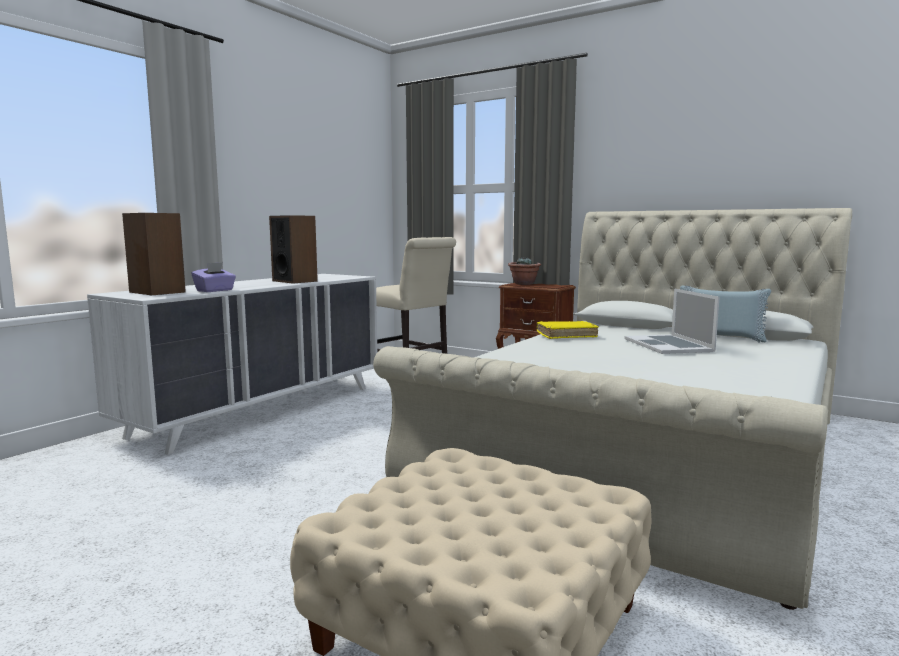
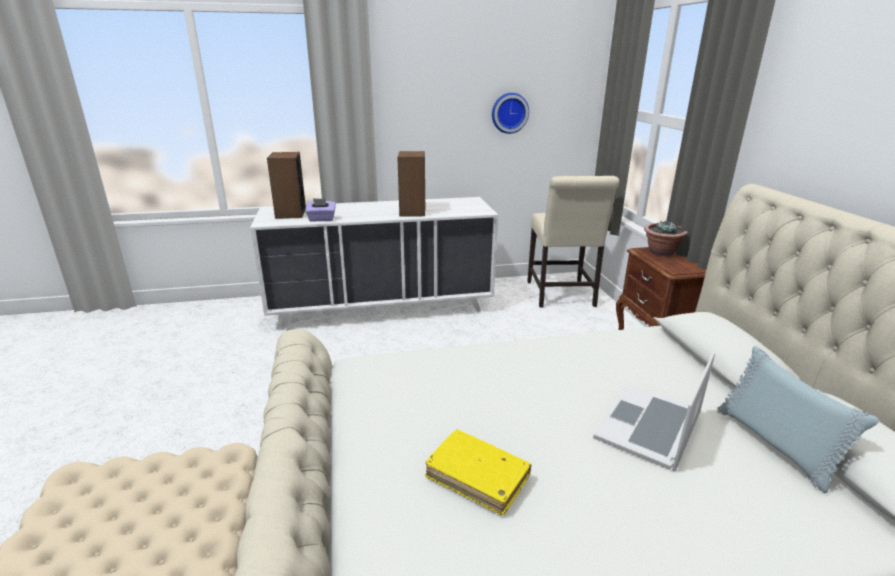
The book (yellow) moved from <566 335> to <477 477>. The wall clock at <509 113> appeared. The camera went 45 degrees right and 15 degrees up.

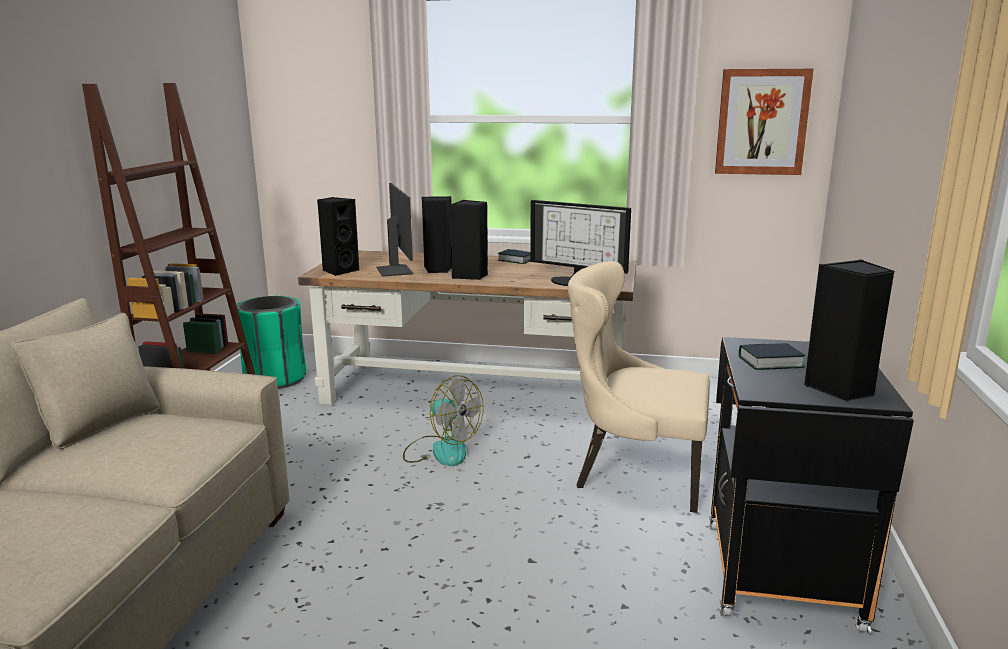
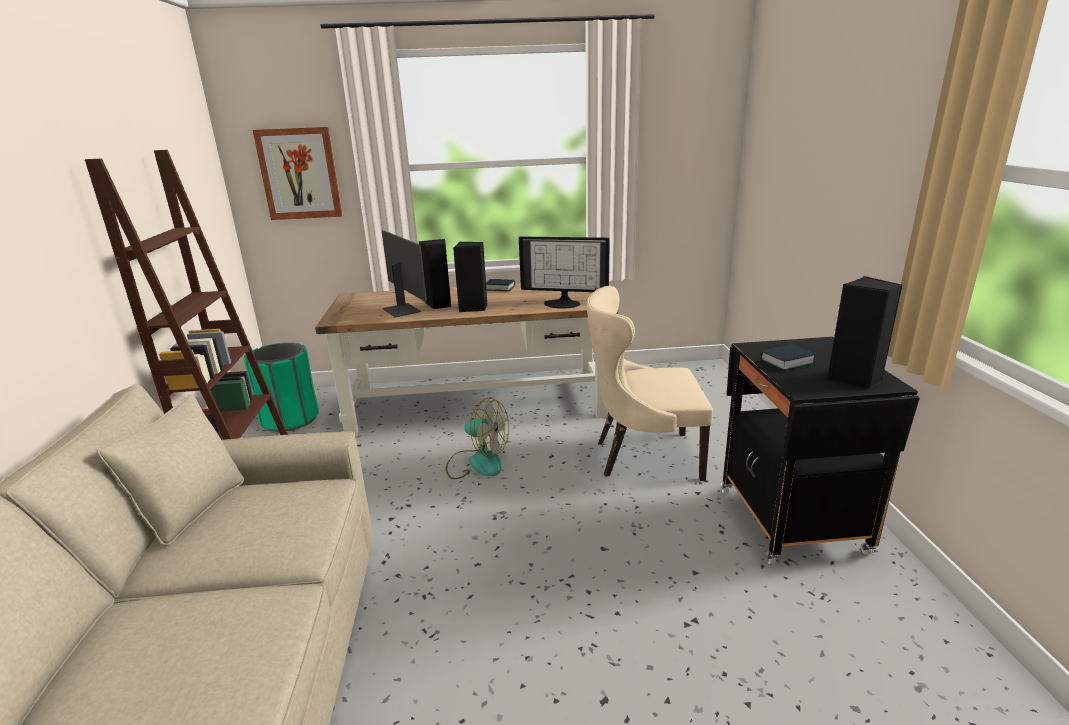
The picture moved from <762 122> to <299 174>. The speaker (black) at <339 271> disappeared. The camera went 15 degrees left and 5 degrees up.

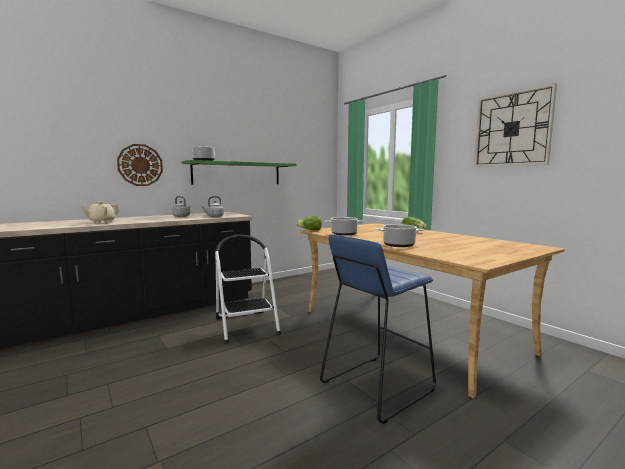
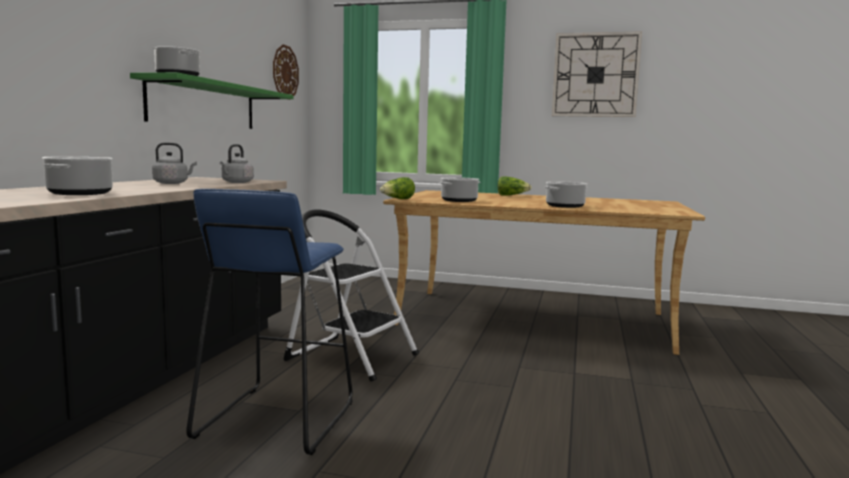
The teapot (beige) at <101 222> was replaced by the cooking pot at <80 193>. The stool (blue) moved from <376 386> to <275 419>. The wall clock moved from <140 165> to <285 72>. The camera went 40 degrees left and 0 degrees up.

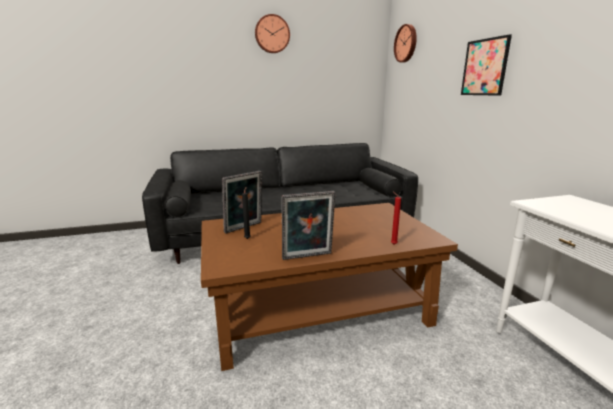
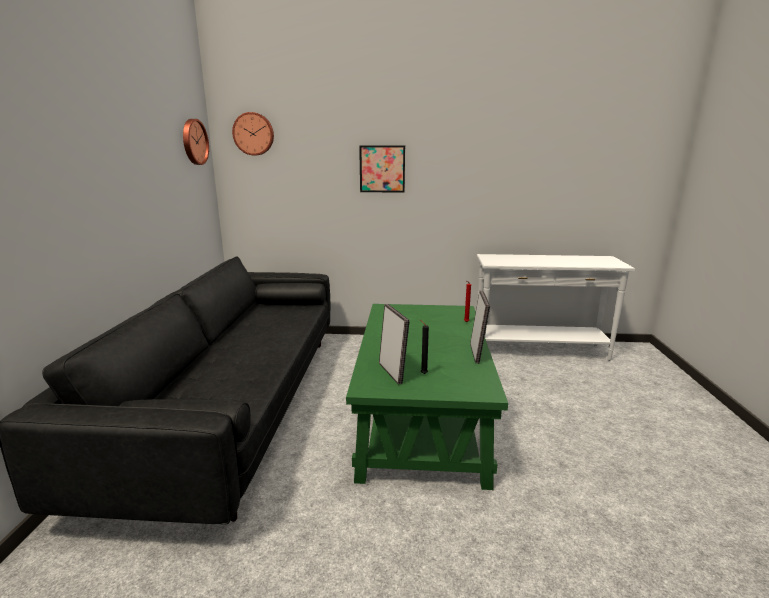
The wall clock moved from <272 34> to <194 142>. The coffee table (brown) at <318 307> became the coffee table (green) at <421 417>. The camera went 70 degrees left and 0 degrees up.

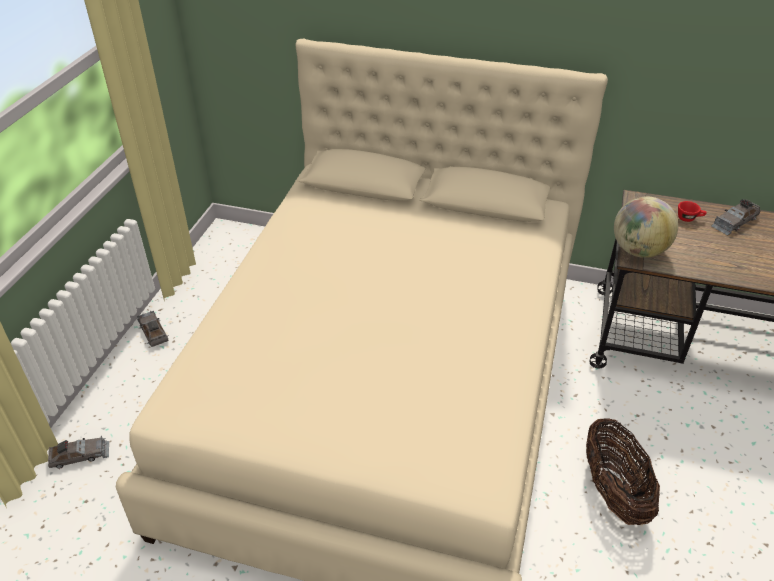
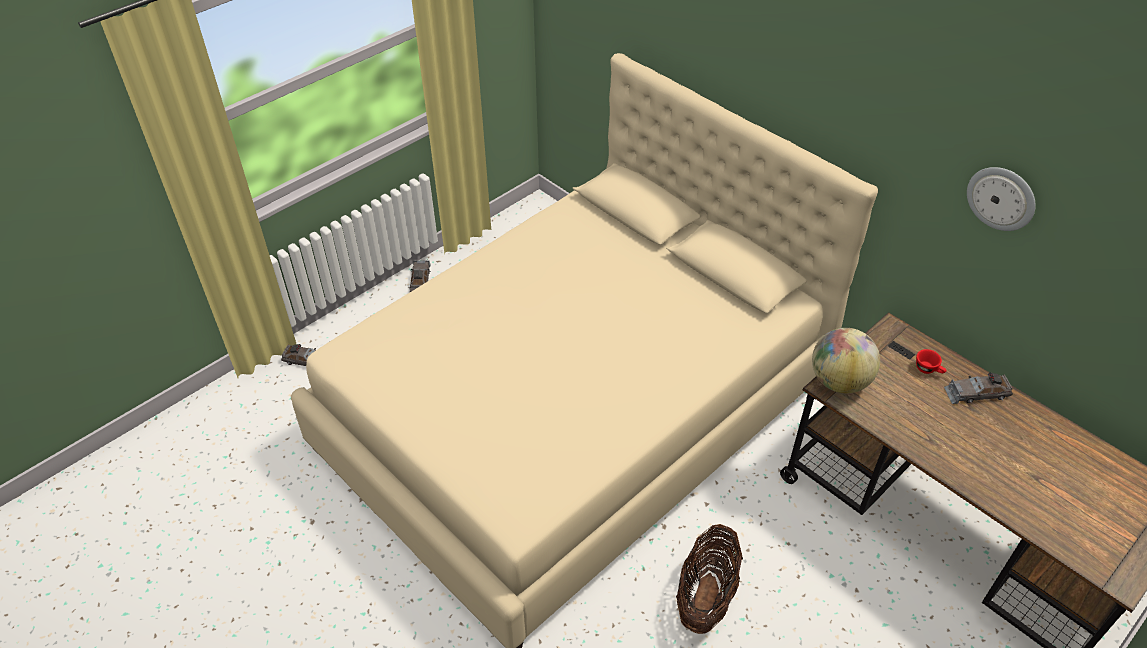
The wall clock at <1001 198> appeared. The camera went 30 degrees right and 5 degrees up.

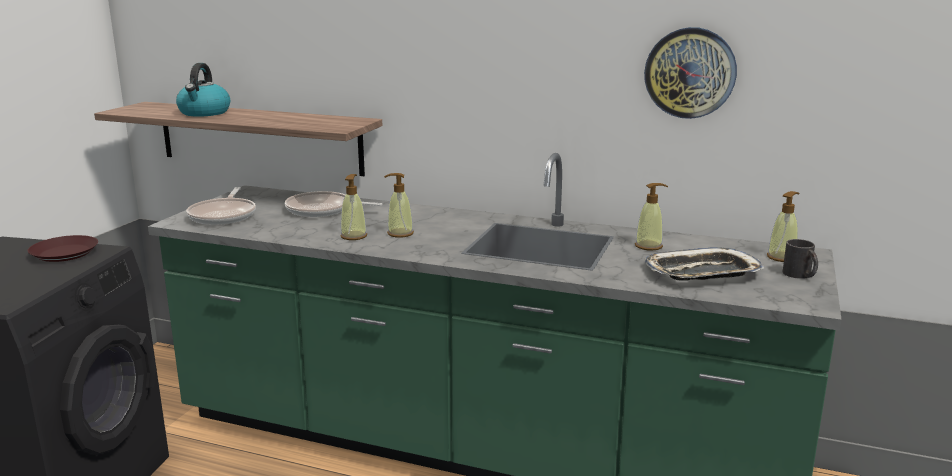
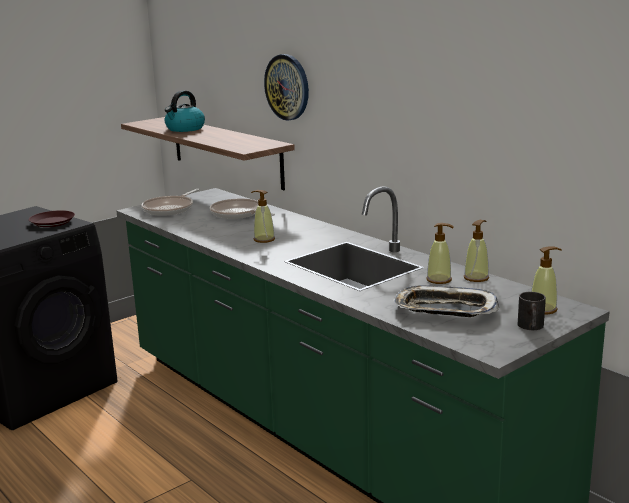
The wall clock moved from <690 73> to <287 87>. The soap dispenser moved from <354 236> to <476 278>. The camera went 30 degrees right and 0 degrees up.

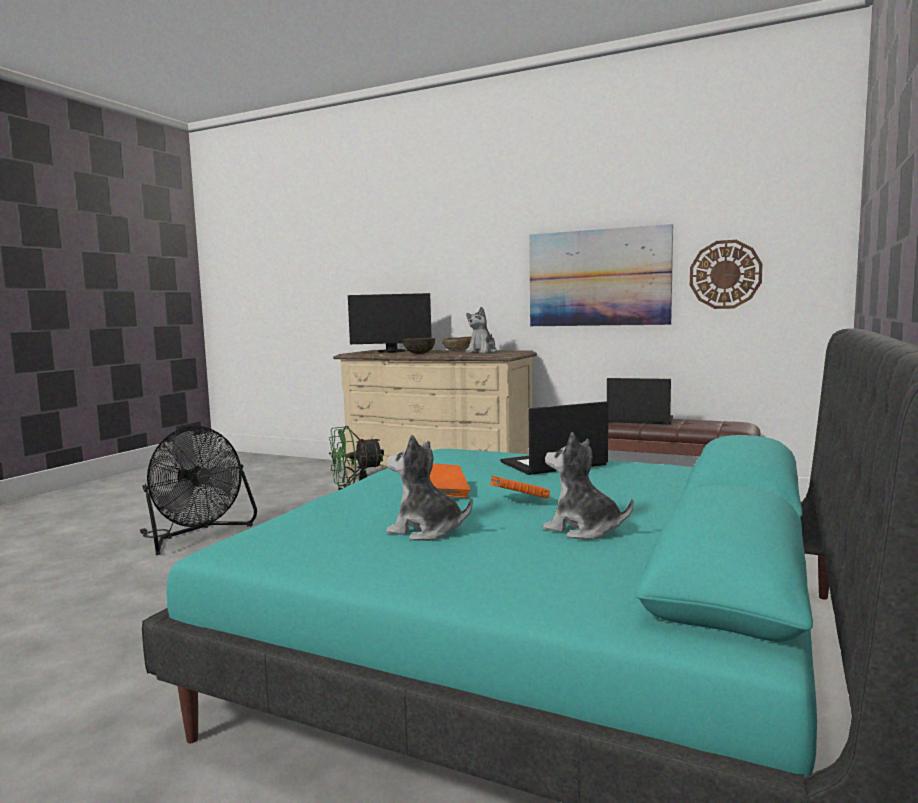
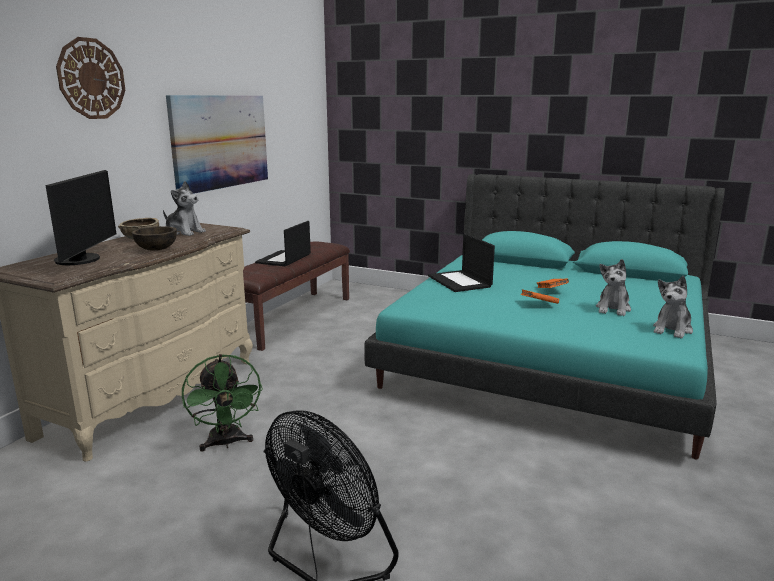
The wall clock moved from <725 274> to <91 79>. The plush toy moved from <583 530> to <672 330>. The camera went 90 degrees left and 10 degrees up.

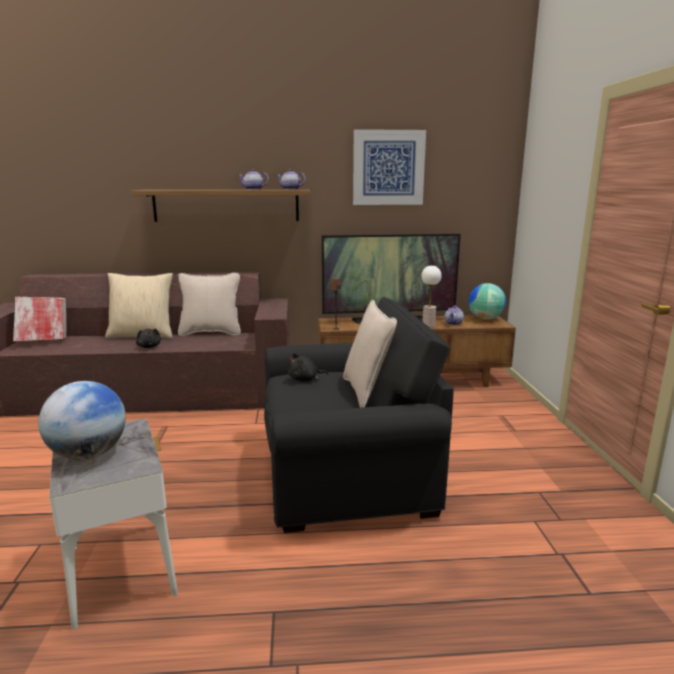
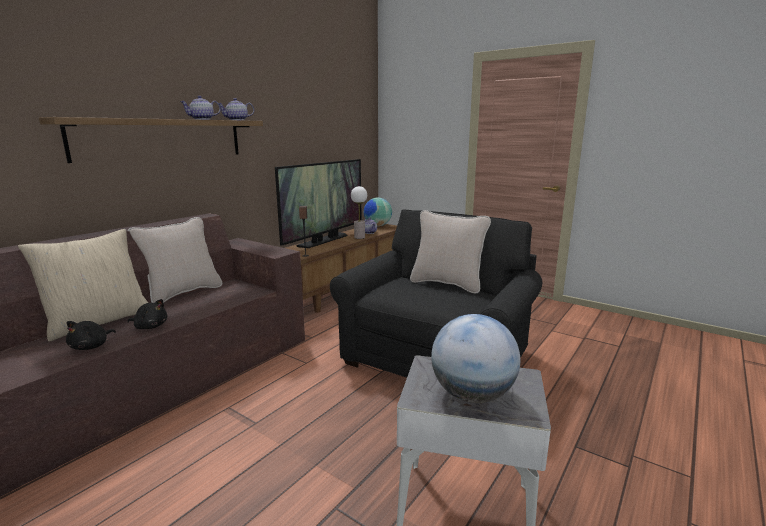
The plush toy (black) moved from <305 379> to <91 346>. The picture at <388 168> disappeared. The camera went 50 degrees left and 0 degrees up.

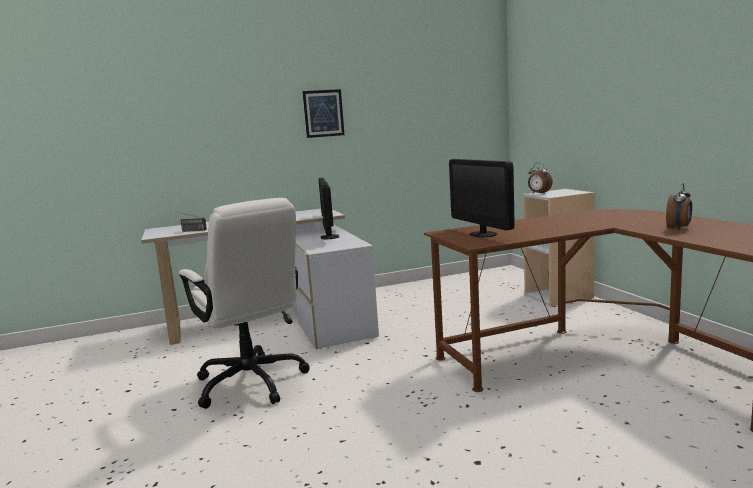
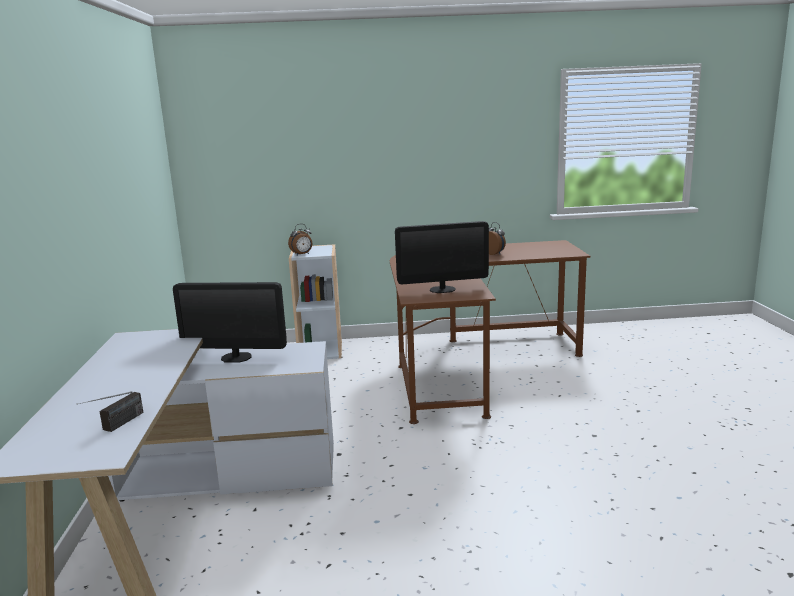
The office chair (white) at <253 385> disappeared. The picture at <323 113> disappeared. The camera went 75 degrees left and 5 degrees up.

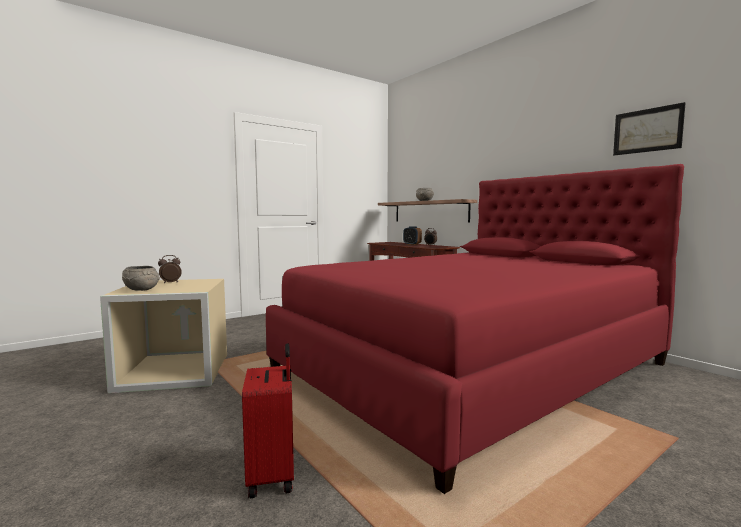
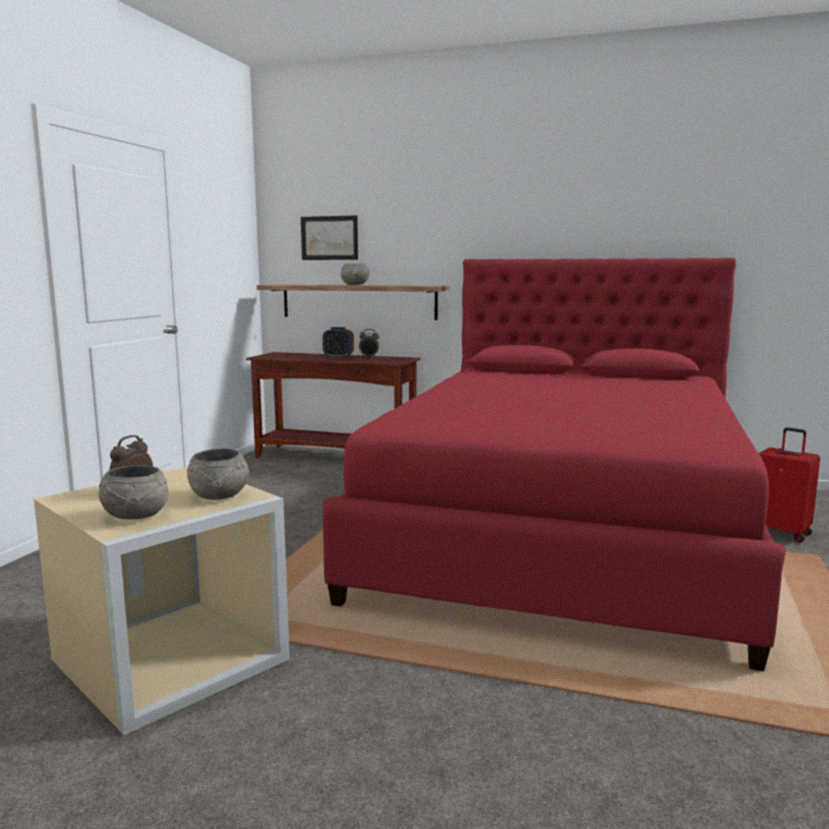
The bowl (grey) at <220 495> appeared. The picture moved from <647 130> to <329 238>. The suitcase (red) moved from <273 476> to <781 532>. The camera went 35 degrees left and 5 degrees up.

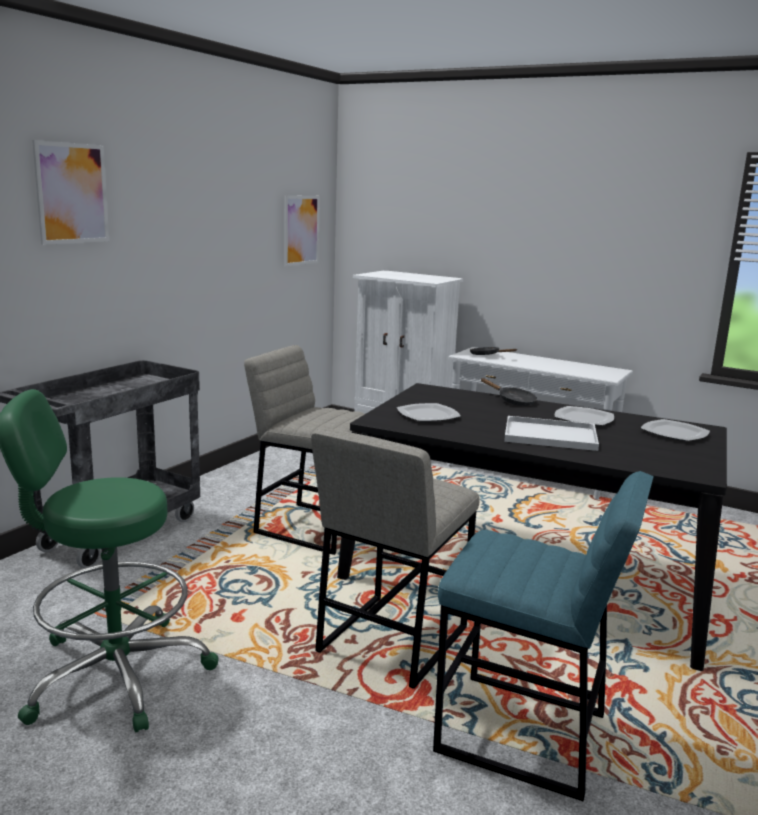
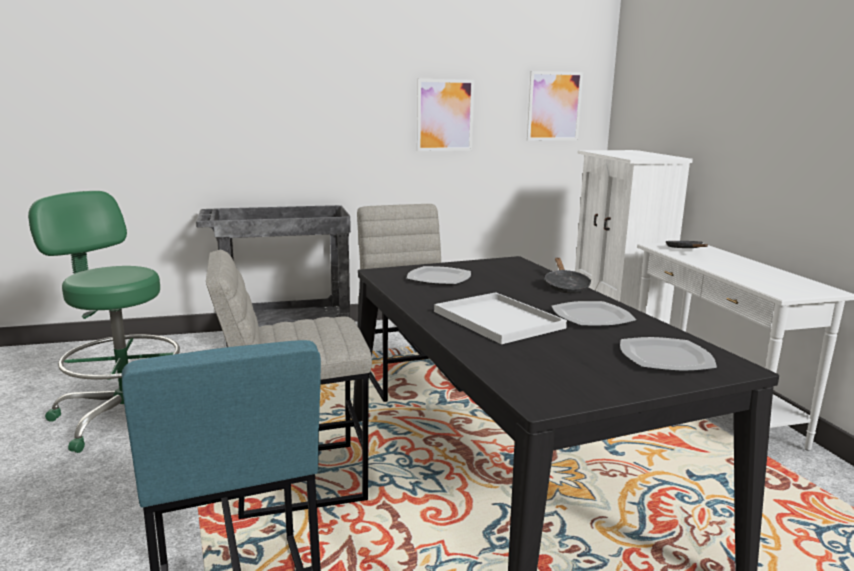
The picture moved from <72 193> to <445 115>. The camera went 45 degrees right and 0 degrees up.

